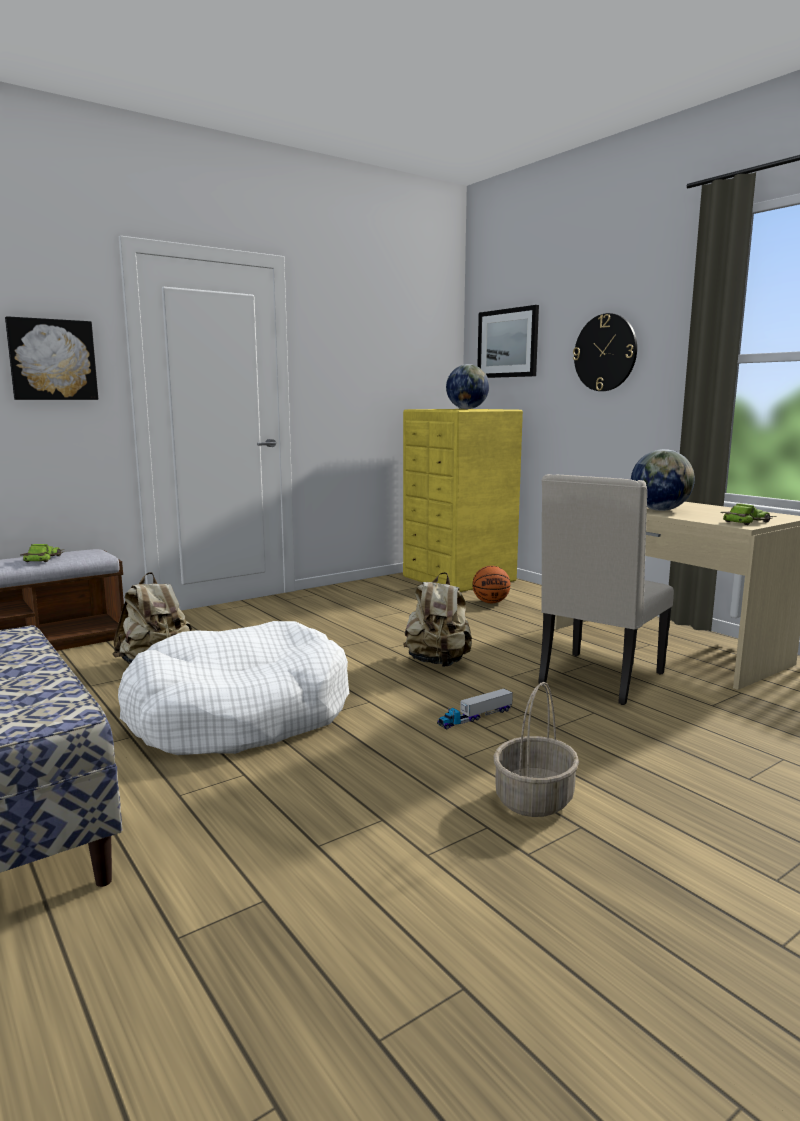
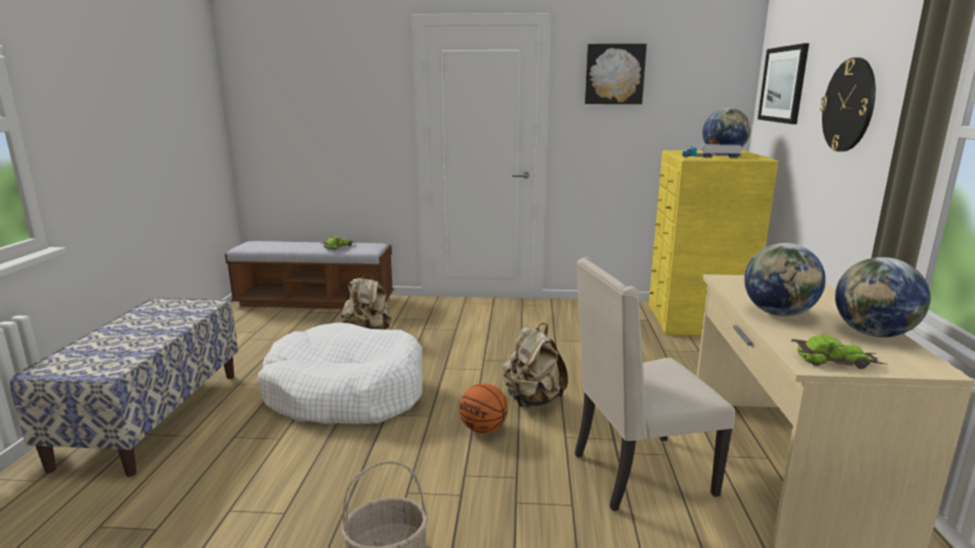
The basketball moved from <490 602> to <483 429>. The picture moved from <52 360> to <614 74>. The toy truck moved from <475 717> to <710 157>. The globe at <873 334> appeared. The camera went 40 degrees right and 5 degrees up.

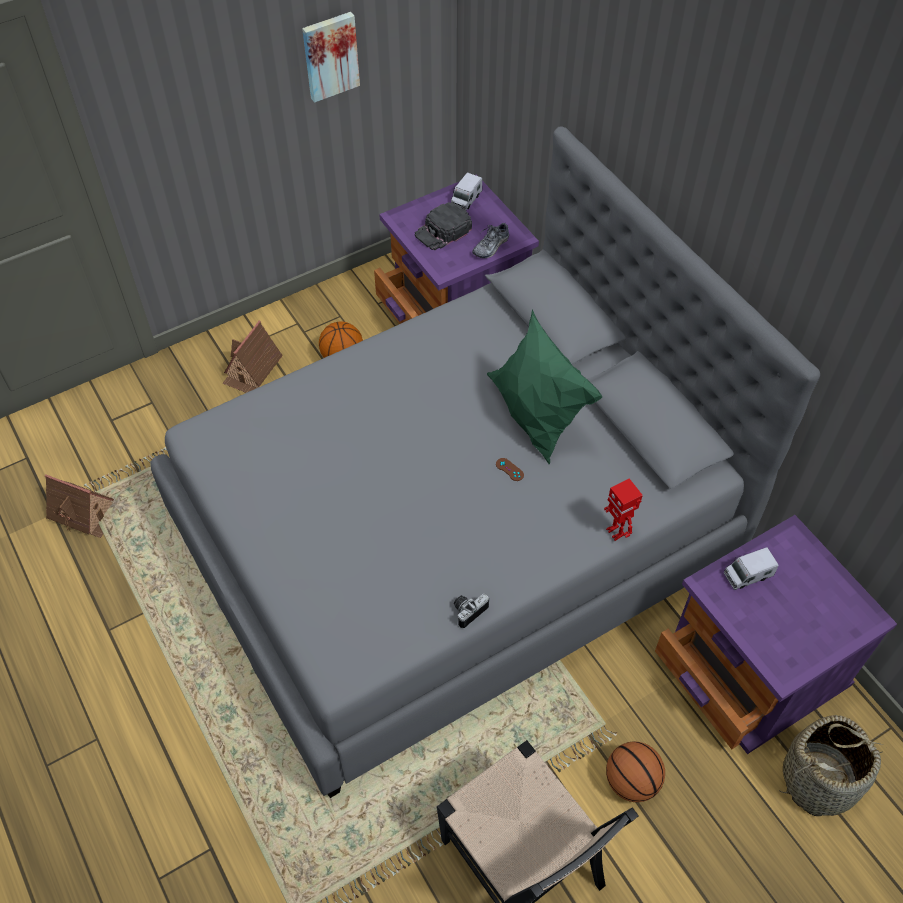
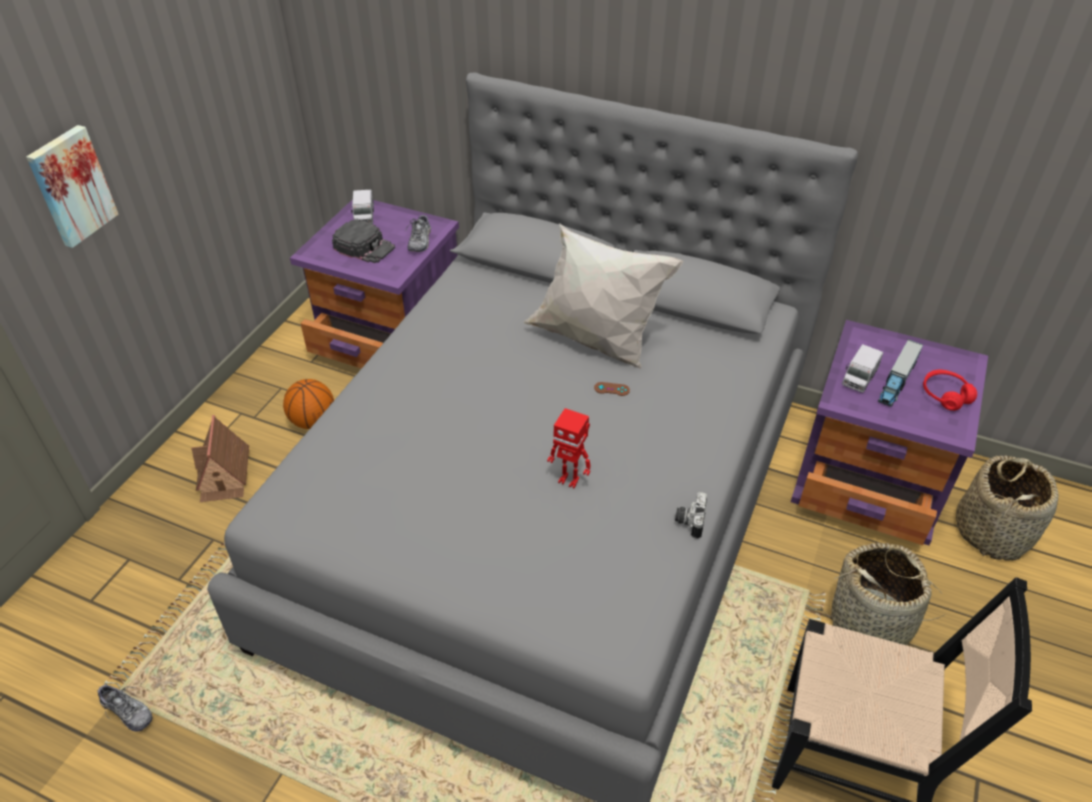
The picture moved from <330 56> to <71 186>. The toy house at <85 513> was replaced by the shoe at <127 711>. The cap (black) at <443 231> turned 75 degrees counterclockwise. The pillow (green) at <535 421> became the pillow (white) at <596 342>. The toy robot moved from <616 532> to <569 479>. The basketball at <631 781> was replaced by the basket at <870 623>. The toy truck at <897 381> appeared. The headphones (red) at <945 395> appeared. The camera went 35 degrees left and 10 degrees down.

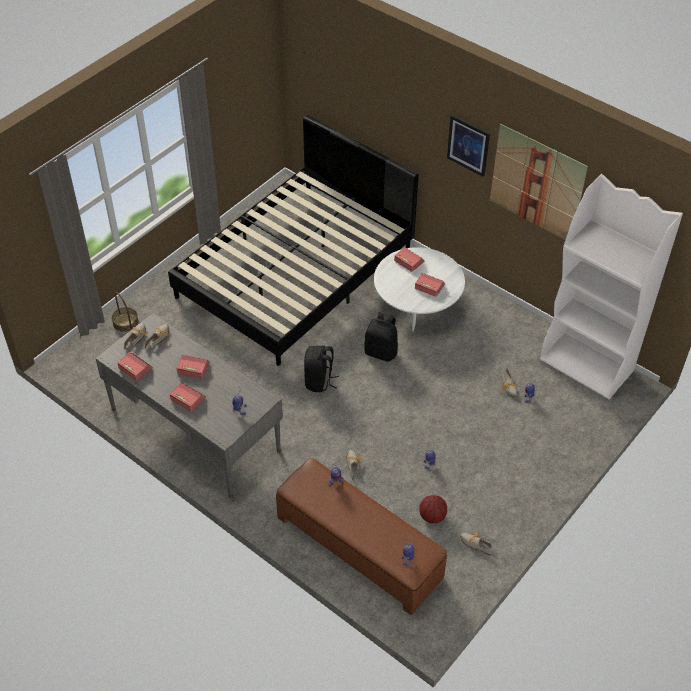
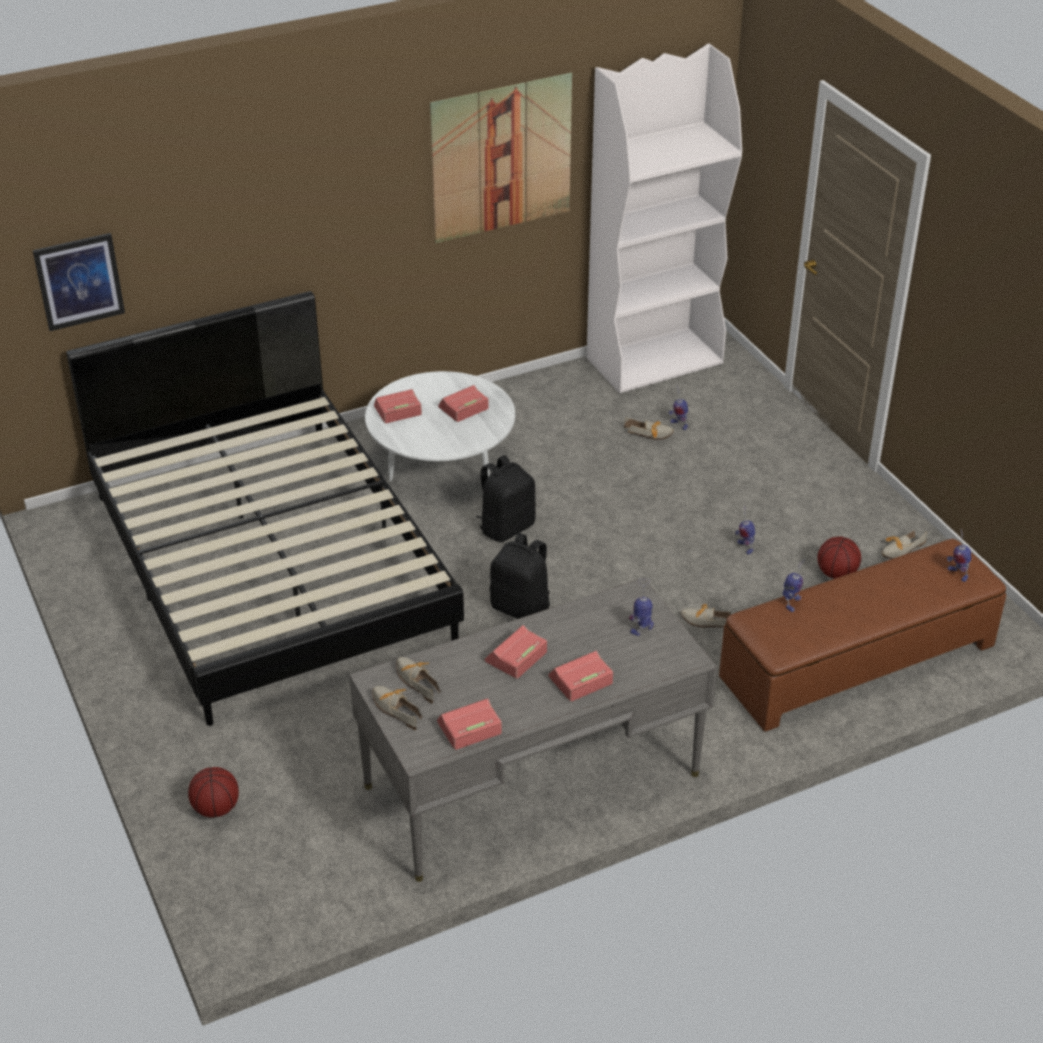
The picture moved from <468 145> to <79 281>. The basket at <125 322> was replaced by the basketball at <216 808>. The camera went 65 degrees left and 10 degrees down.

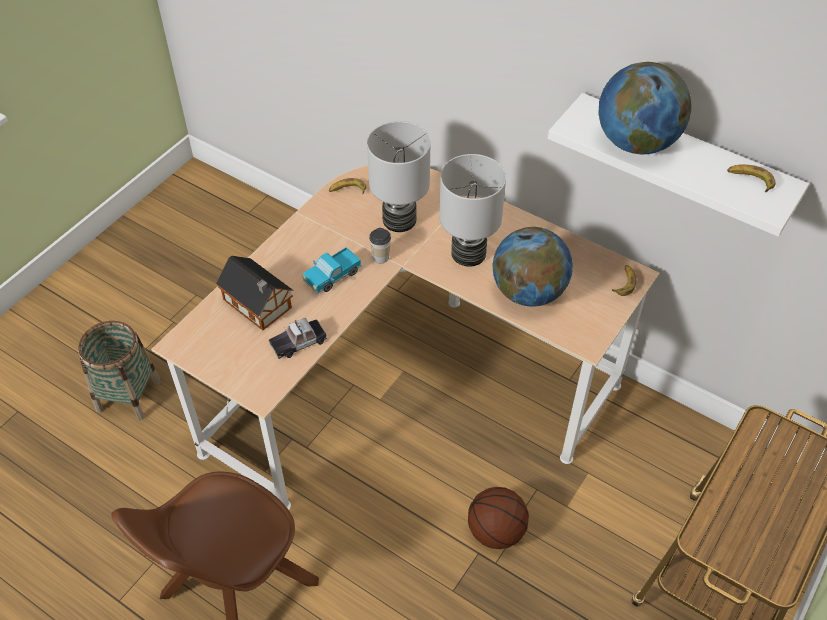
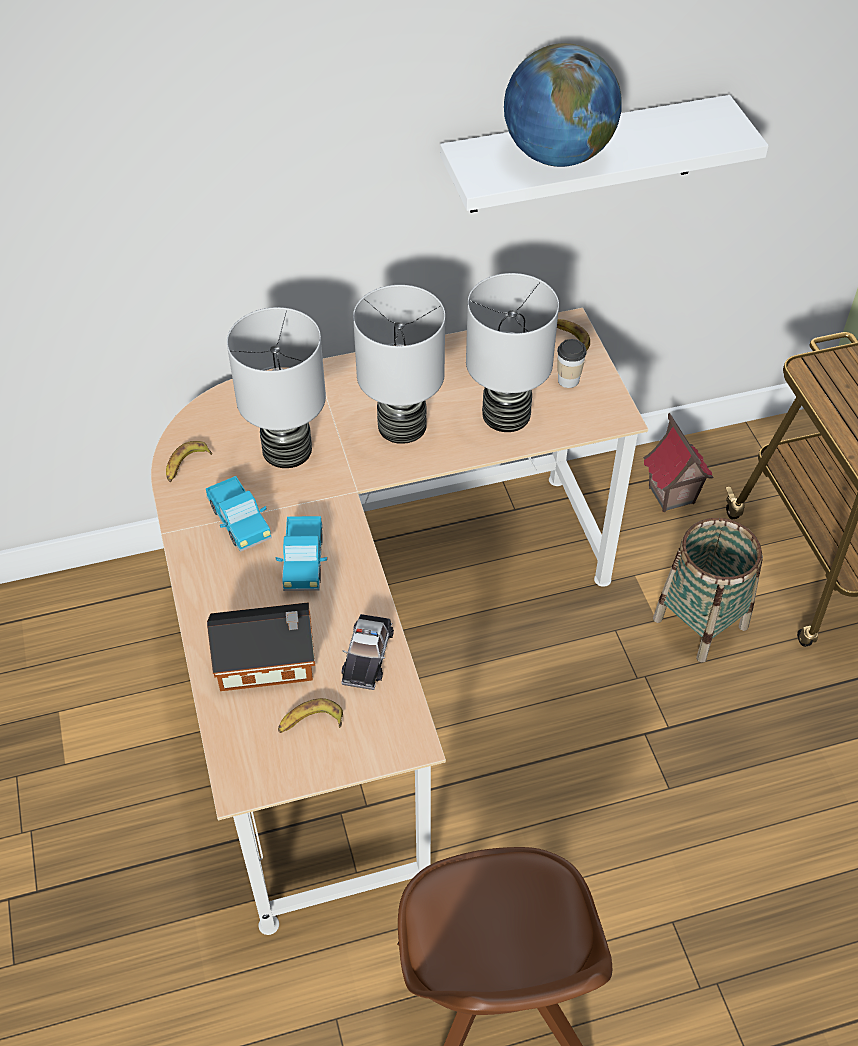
The toy truck at <240 523> appeared. The banana moved from <750 180> to <310 722>. The globe at <528 292> was replaced by the table lamp (grey) at <506 415>. The cup moved from <380 257> to <568 380>. The toy house at <671 495> appeared. The basket moved from <128 395> to <700 623>. The basketball at <496 531> disappeared. The camera went 50 degrees left and 0 degrees up.

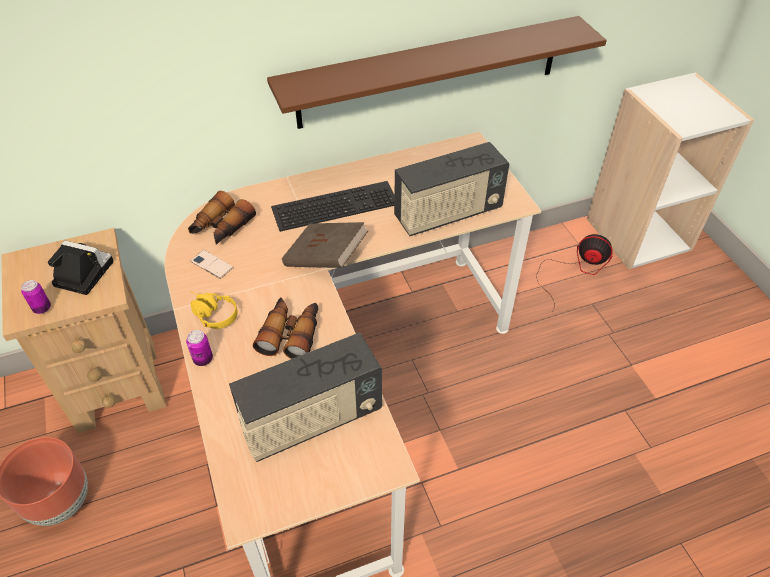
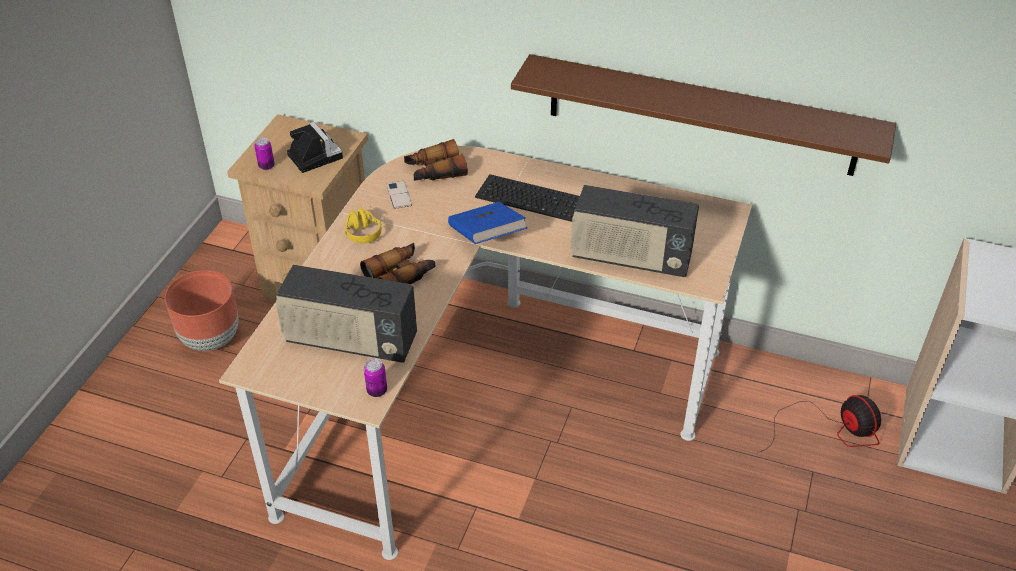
The can moved from <203 359> to <377 391>. The book (brown) at <325 259> became the book (blue) at <486 237>. The camera went 40 degrees right and 5 degrees down.

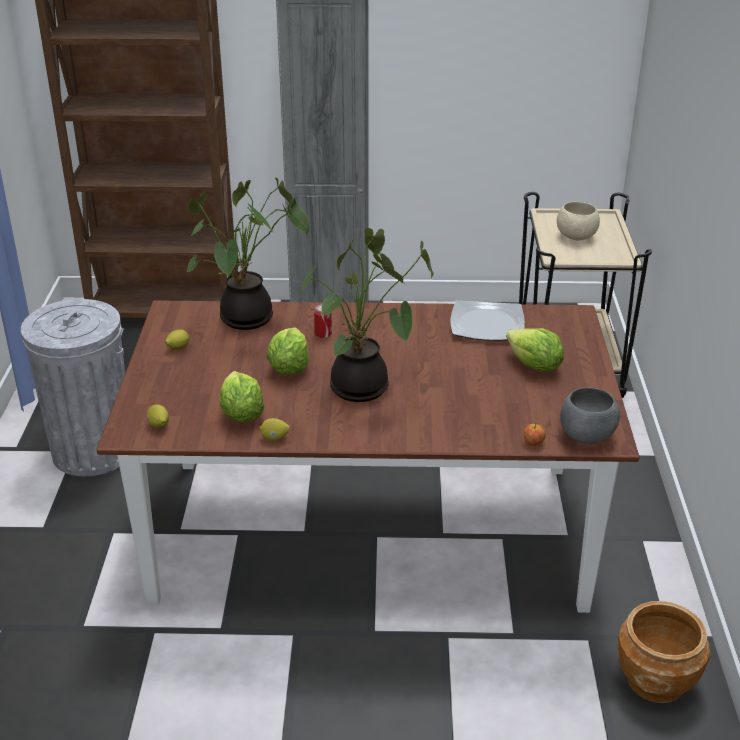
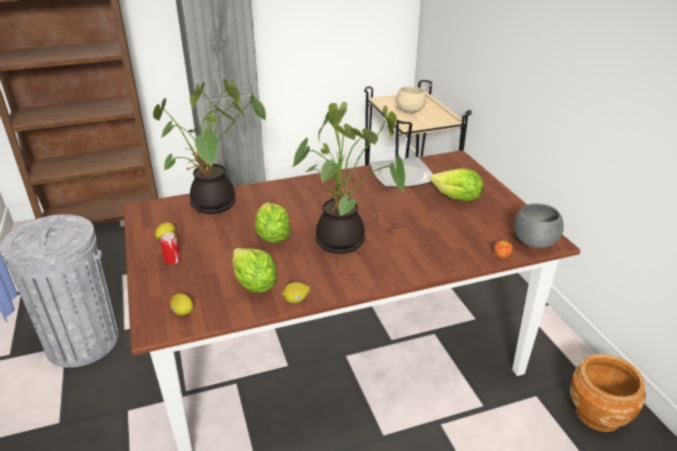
The can moved from <323 334> to <173 261>. The camera went 20 degrees left and 0 degrees up.

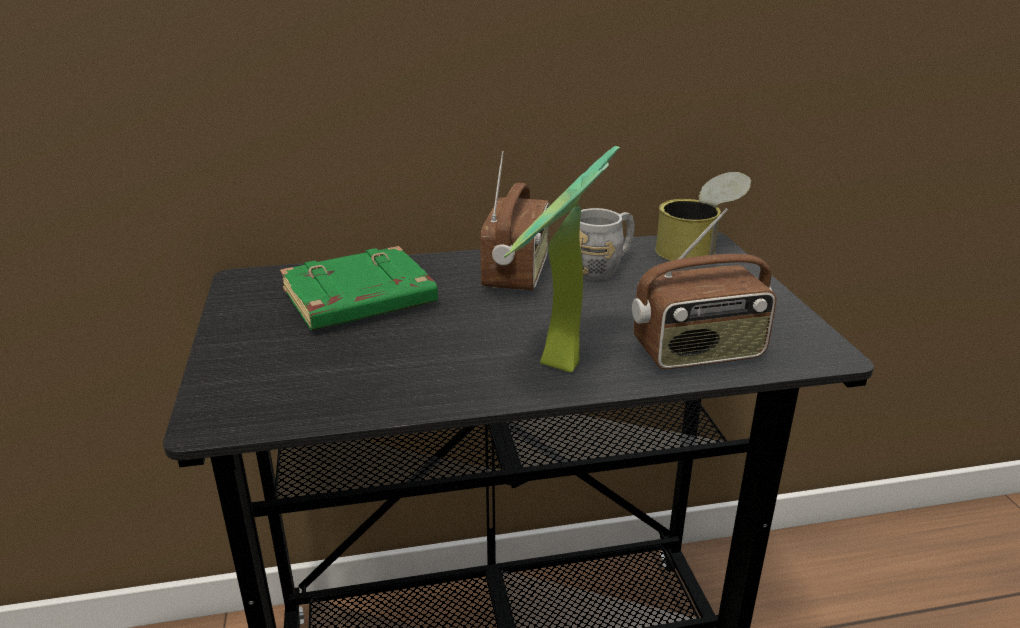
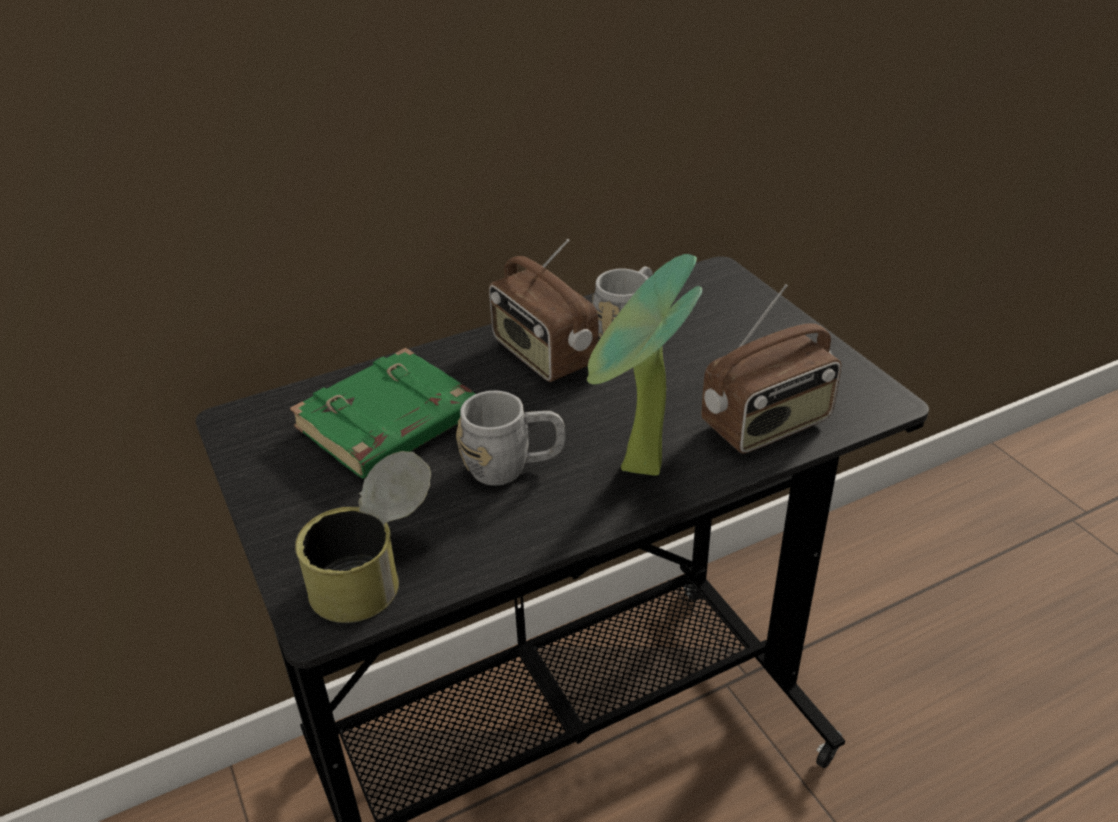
The can moved from <699 248> to <376 572>. The mug (grey) at <513 467> appeared. The radio at <517 274> turned 150 degrees clockwise. The camera went 15 degrees left and 10 degrees up.

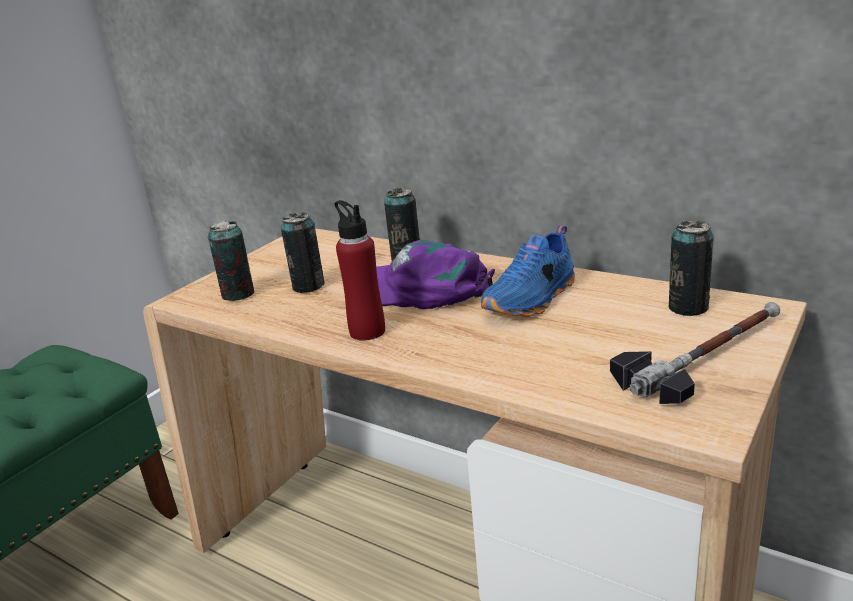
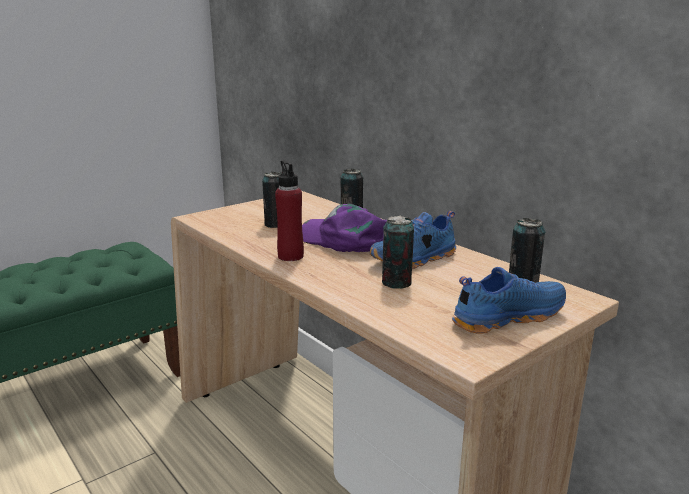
The can moved from <238 294> to <396 283>. The hammer at <705 356> was replaced by the shoe (blue) at <506 317>. The camera went 15 degrees right and 5 degrees down.

